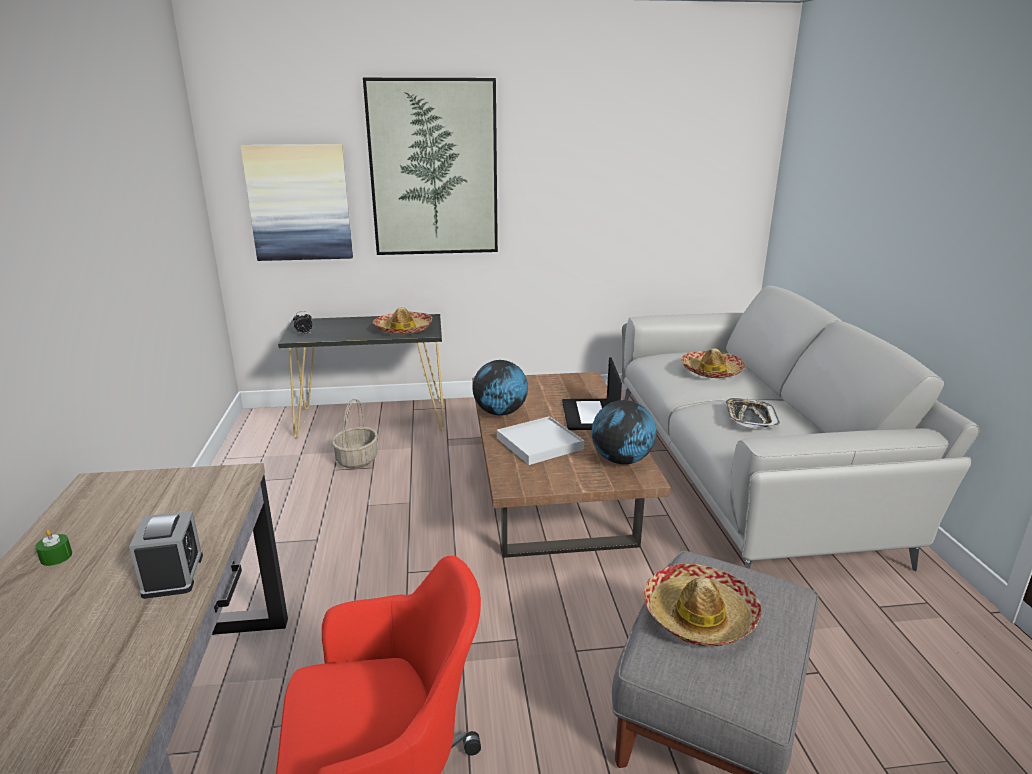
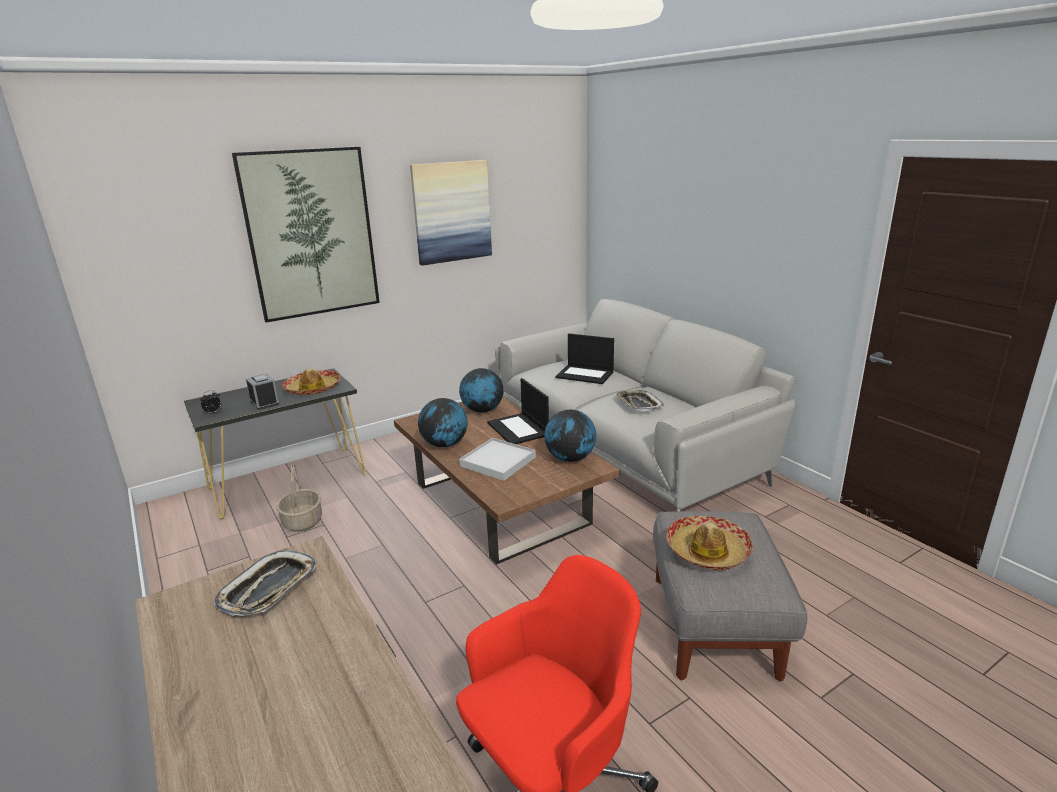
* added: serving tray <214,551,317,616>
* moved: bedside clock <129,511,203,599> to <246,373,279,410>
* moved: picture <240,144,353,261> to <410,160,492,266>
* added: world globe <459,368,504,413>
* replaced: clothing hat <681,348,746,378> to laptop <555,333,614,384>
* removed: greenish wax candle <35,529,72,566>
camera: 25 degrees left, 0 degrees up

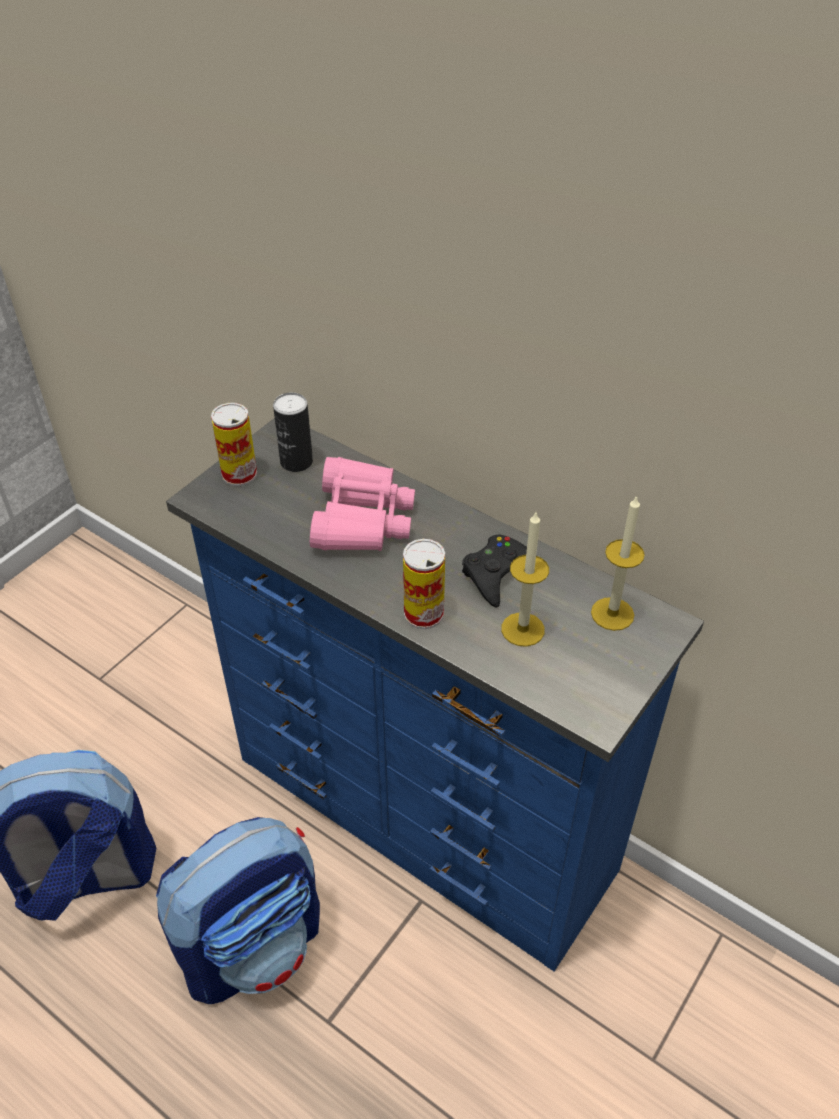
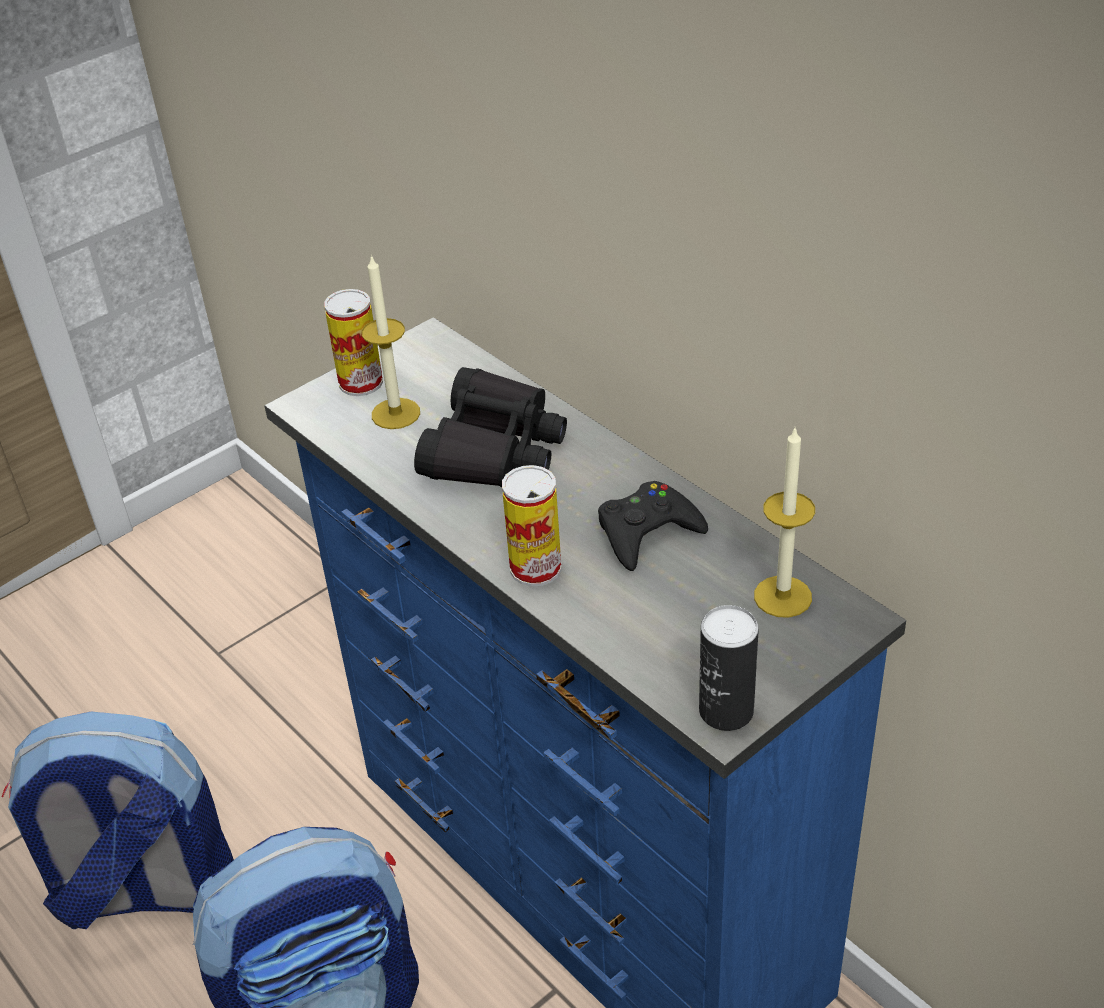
* moved: wax candle <501,512,549,647> to <361,254,420,429>
* recoloured: pink-coloured binoculars <310,457,415,551> to blackish binoculars <414,367,567,487>
* moved: can <273,392,313,472> to <699,605,759,731>
camera: 15 degrees right, 5 degrees down

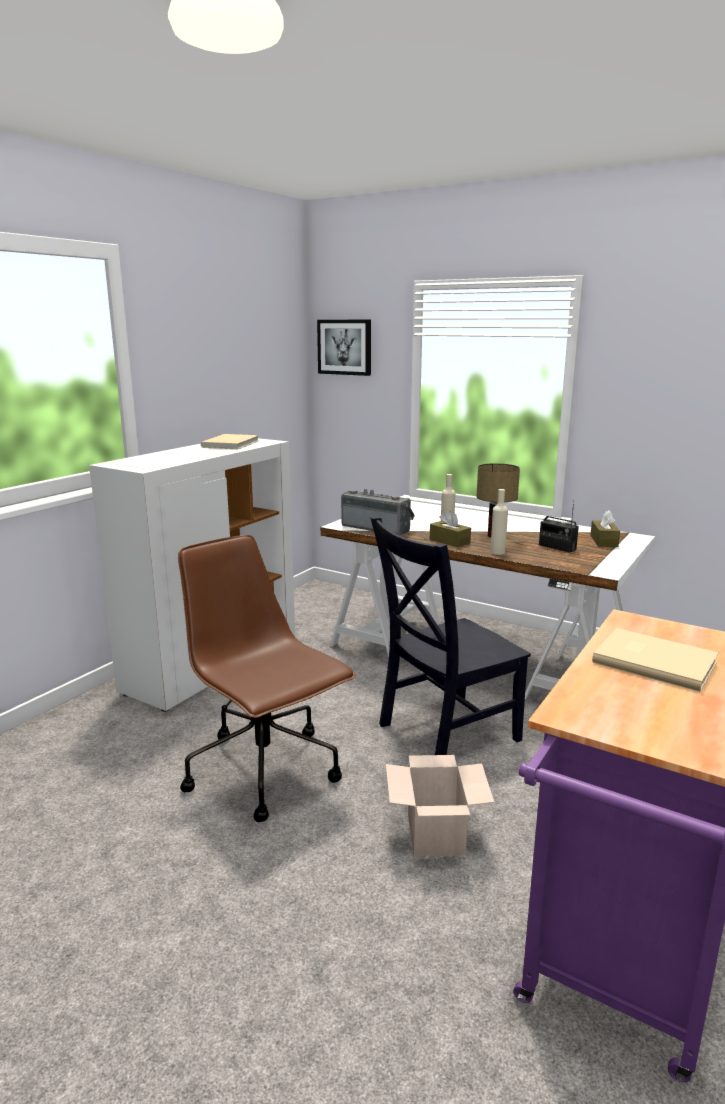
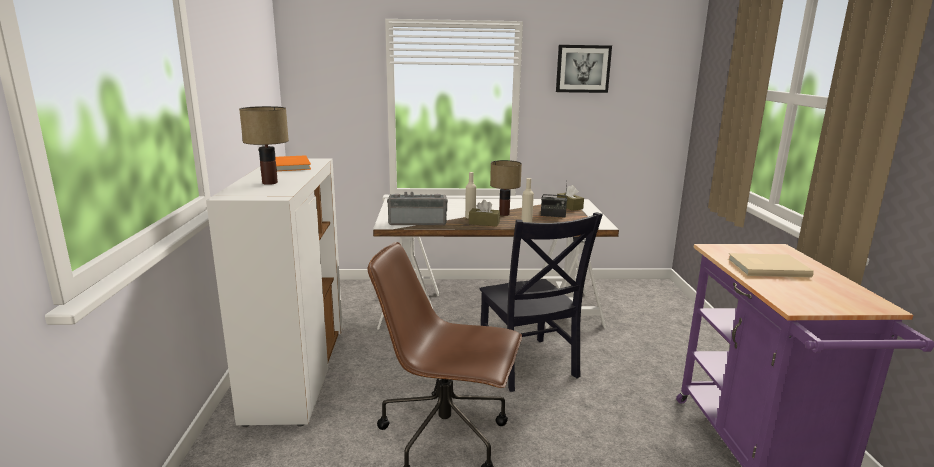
* added: lamp for a table <239,106,289,185>
* recoloured: beige-coloured volume <201,434,259,449> to orange-coloured volume <275,155,311,171>
* turned: blackish upright chair <370,516,531,755> = <479,212,603,392> 45 degrees counterclockwise
* moved: picture <317,320,371,376> to <556,45,612,93>
* removed: packing box <386,755,494,857>
camera: 35 degrees left, 0 degrees up

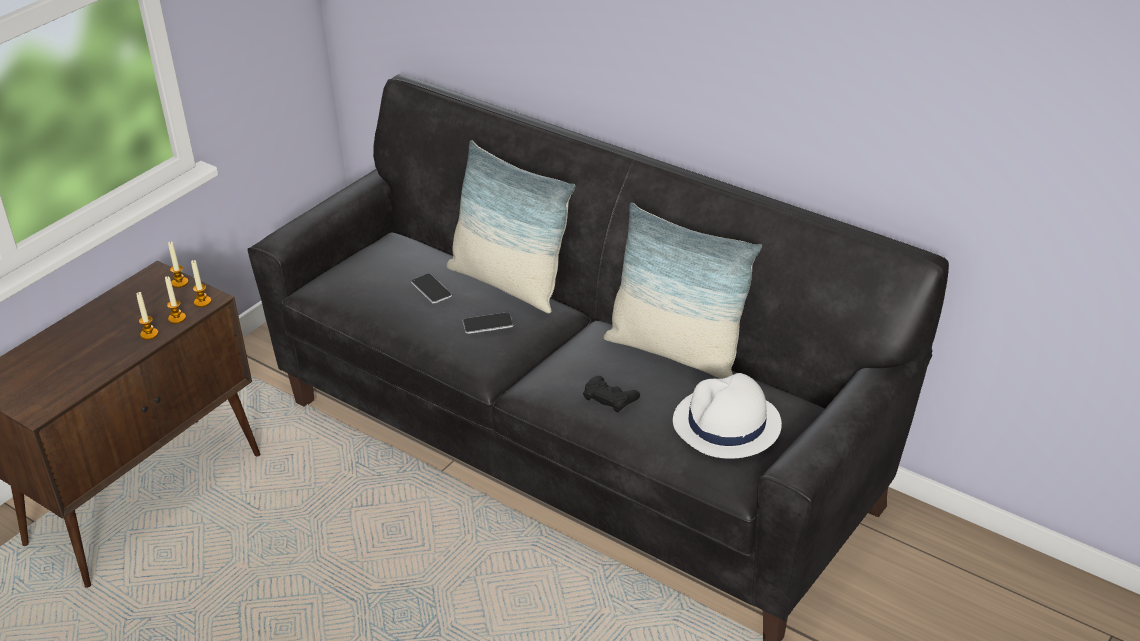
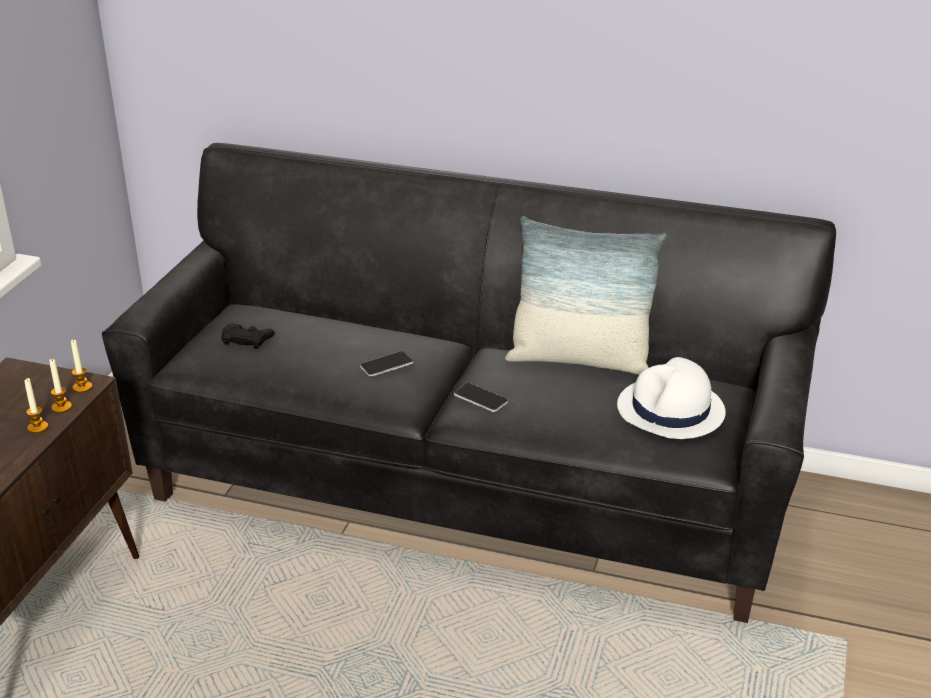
* moved: blackish gamepad <583,376,640,412> to <221,323,274,349>
* moved: telephone <411,273,452,304> to <454,383,508,412>
* removed: wax candle <168,242,188,288>
* removed: throw pillow <447,140,575,313>
camera: 20 degrees left, 5 degrees down

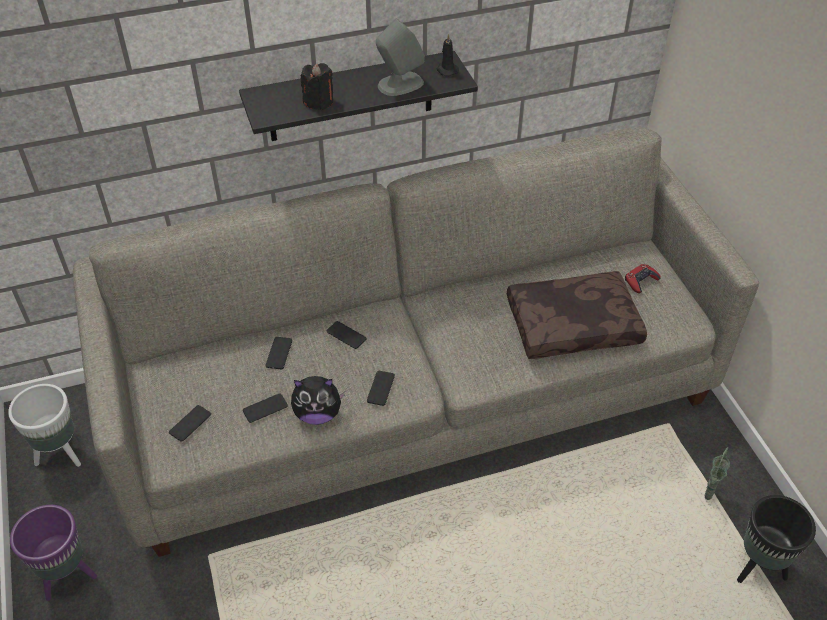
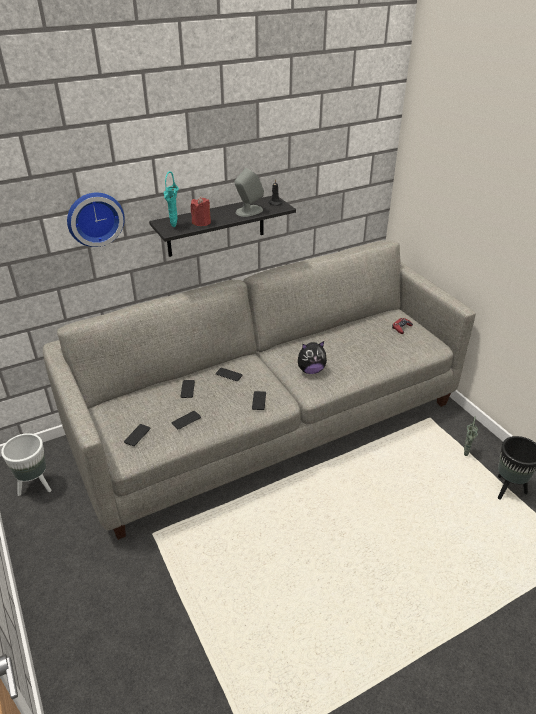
* added: wall clock <67,193,125,247>
* added: turquoise flower vase <164,171,179,227>
* recoloured: blackish wax candle <301,63,333,110> to red-coloured wax candle <191,197,211,226>
* moved: plush toy <291,376,345,425> to <298,341,327,374>
* removed: purplish plant pot <10,505,97,601>
* removed: brownish throw pillow <507,271,647,359>
camera: 10 degrees left, 10 degrees down

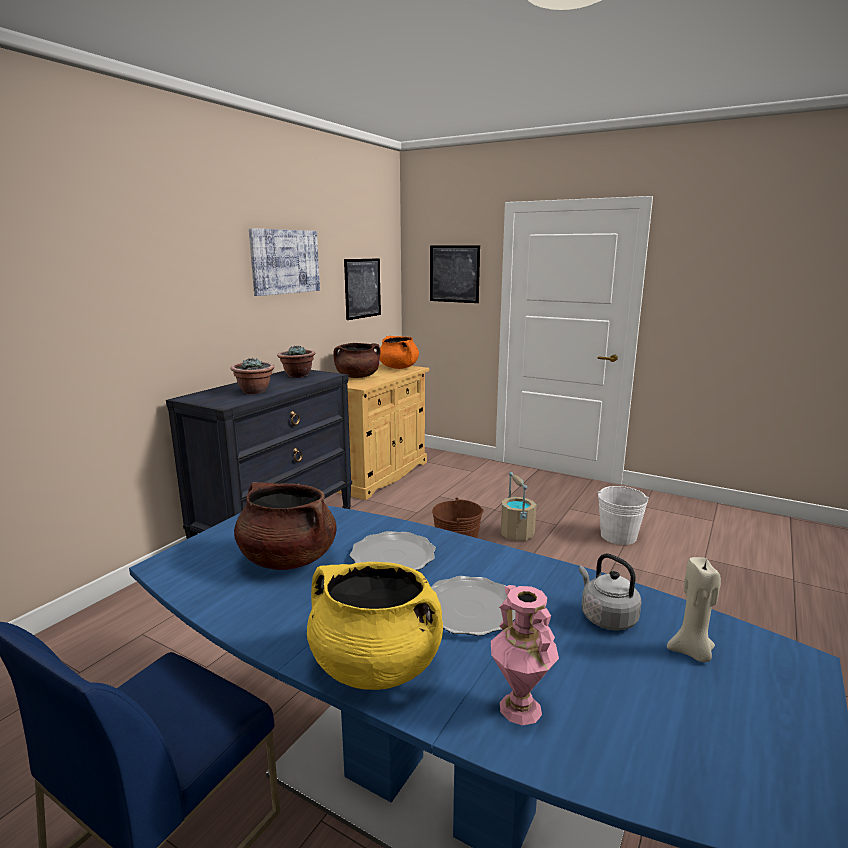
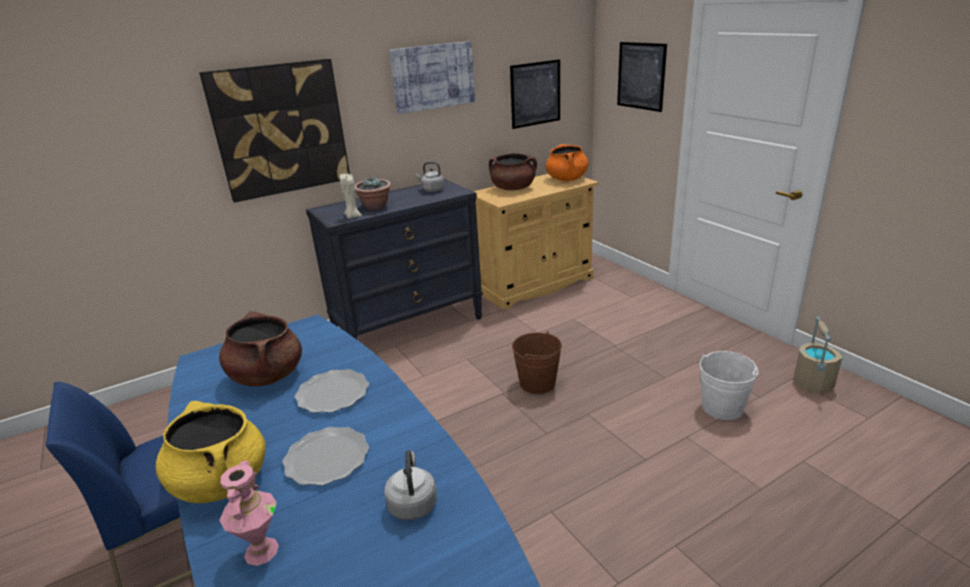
* added: picture <199,59,350,203>
* moved: beige-coloured wax candle <667,557,721,662> to <340,174,362,219>
* replaced: potted plant <277,345,315,378> to gray tea kettle <416,162,445,192>
* moved: beige-coloured water bucket <501,472,537,541> to <793,317,842,393>
camera: 30 degrees right, 10 degrees up

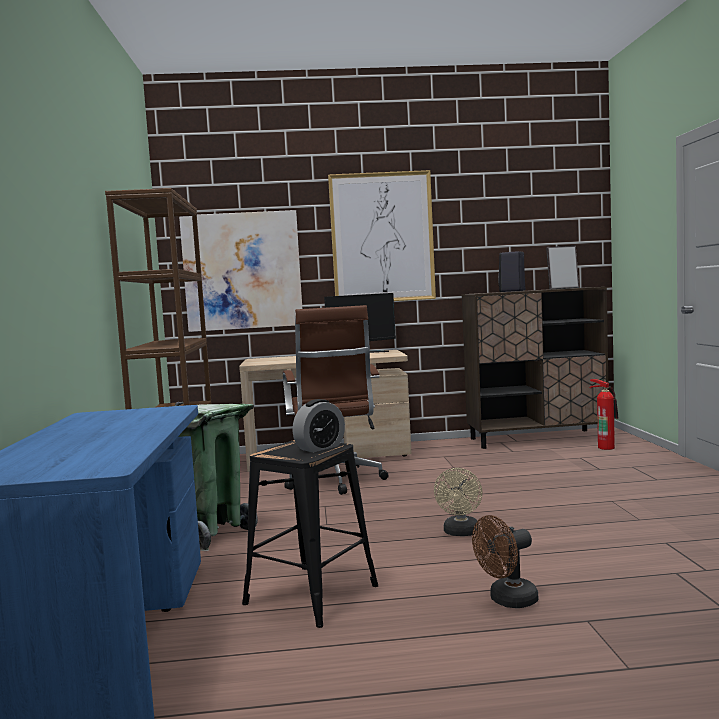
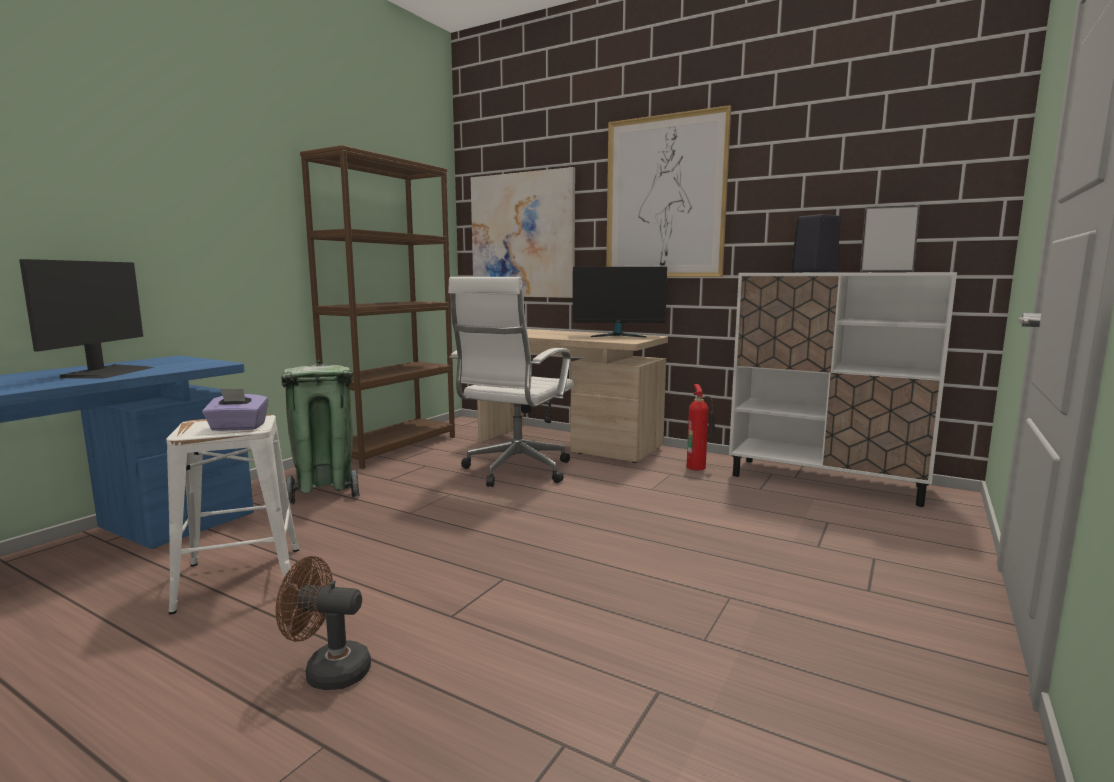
* added: monitor <19,259,155,379>
* recoloured: blackish sitting stool <242,440,378,628> to white sitting stool <166,415,299,615>
* replaced: bedside clock <292,399,345,452> to purplish box of tissues <202,389,269,431>
* recoloured: brownish computer chair <283,305,389,495> to white computer chair <448,277,574,487>
* moved: fire extinguisher <590,379,618,450> to <687,384,715,471>
* recoloured: brownish cupboard <462,287,609,449> to white cupboard <729,272,957,507>
* removed: beige-coloured electric fan <434,468,482,536>
camera: 35 degrees right, 5 degrees up

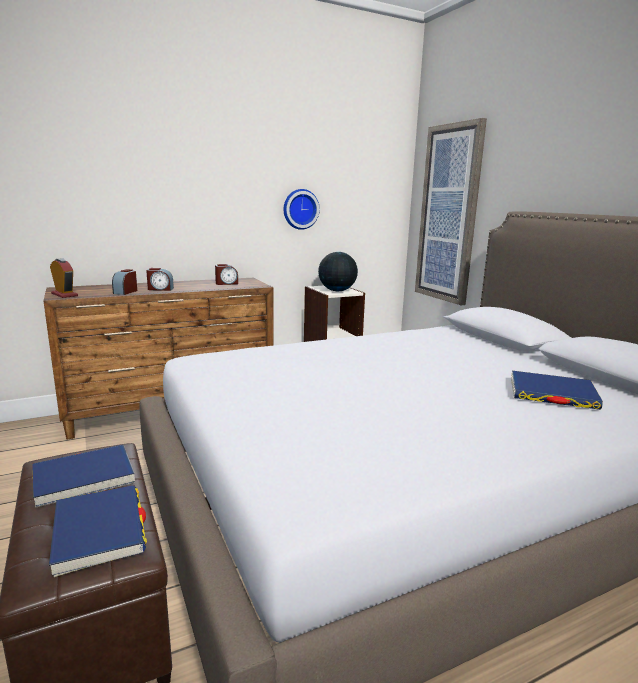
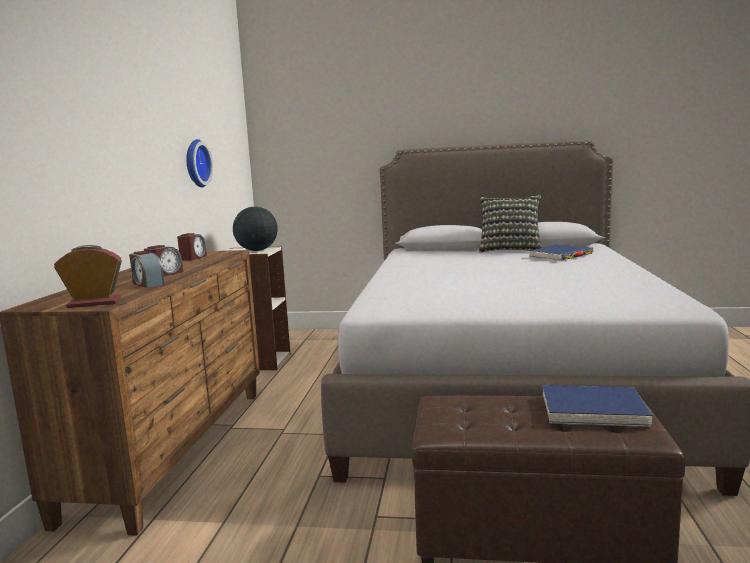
* added: throw pillow <479,195,542,252>
* removed: blue-coloured volume <32,445,135,507>
* removed: picture <415,118,487,305>
camera: 55 degrees left, 5 degrees down

